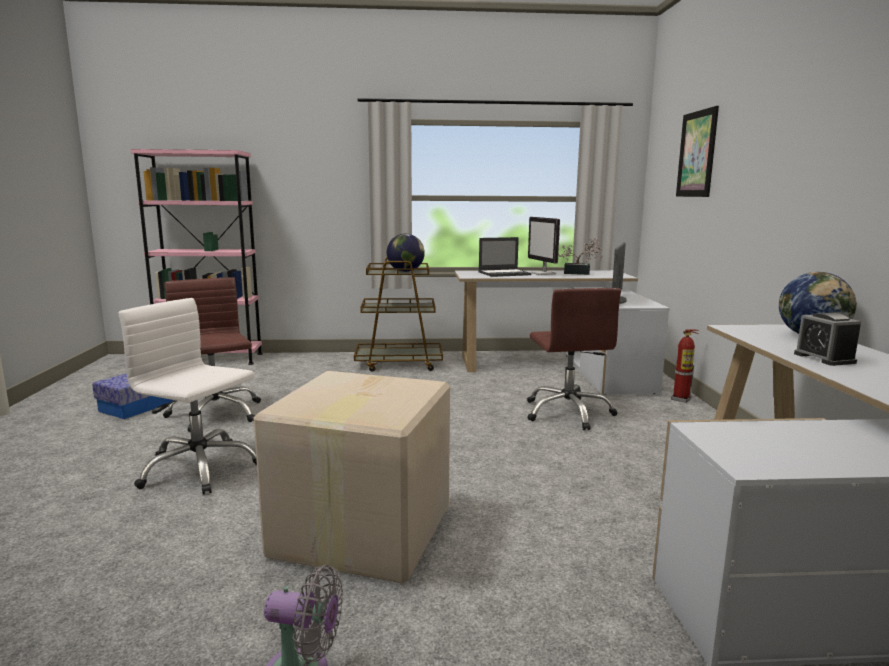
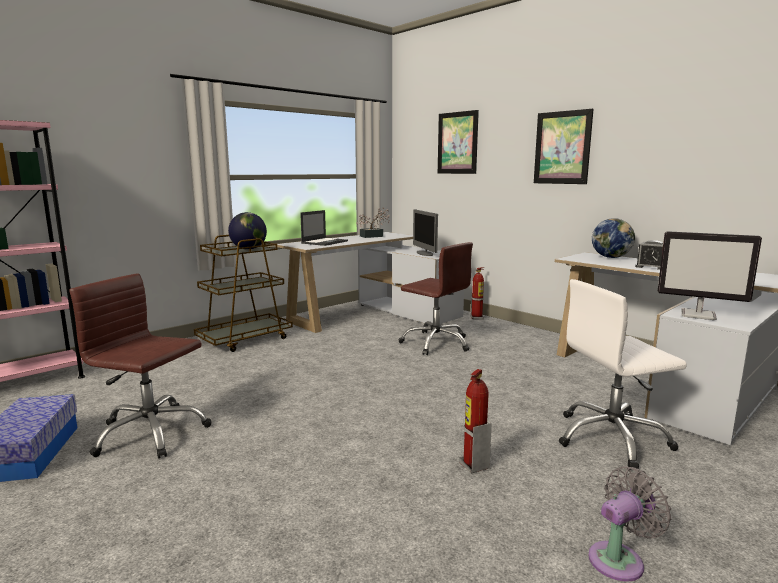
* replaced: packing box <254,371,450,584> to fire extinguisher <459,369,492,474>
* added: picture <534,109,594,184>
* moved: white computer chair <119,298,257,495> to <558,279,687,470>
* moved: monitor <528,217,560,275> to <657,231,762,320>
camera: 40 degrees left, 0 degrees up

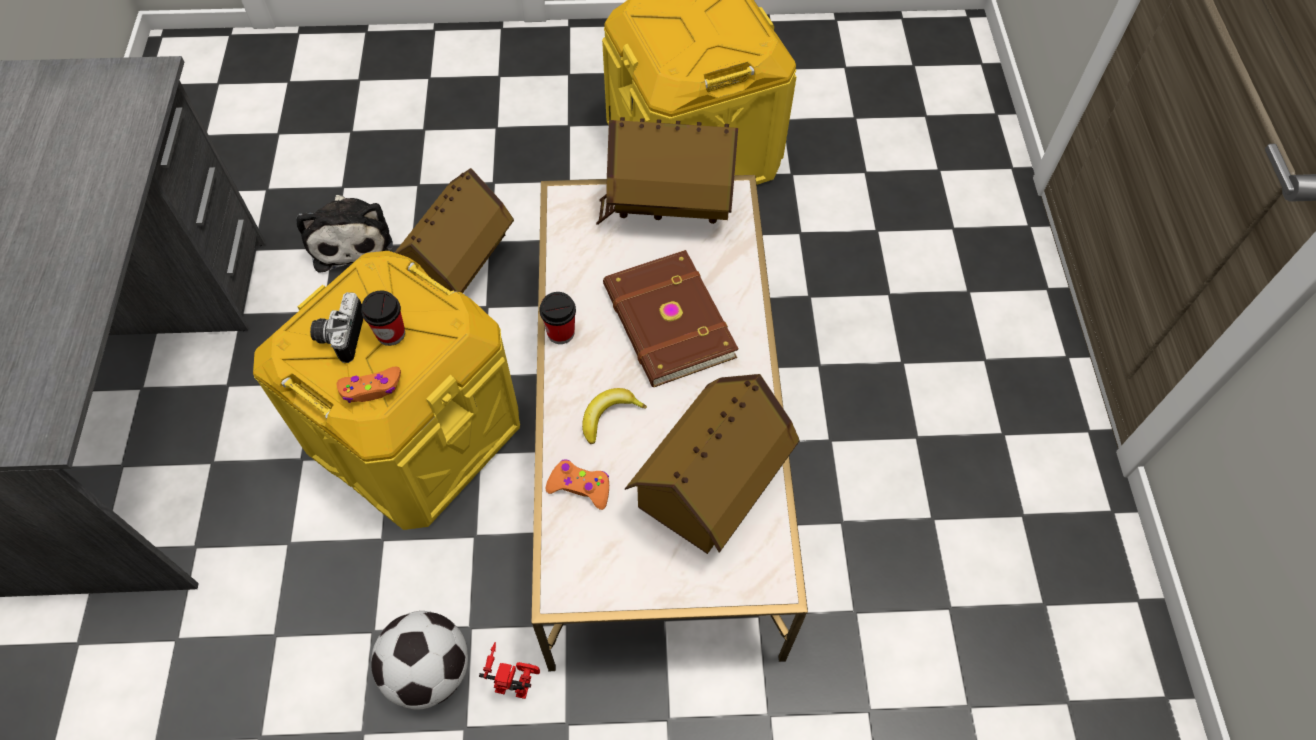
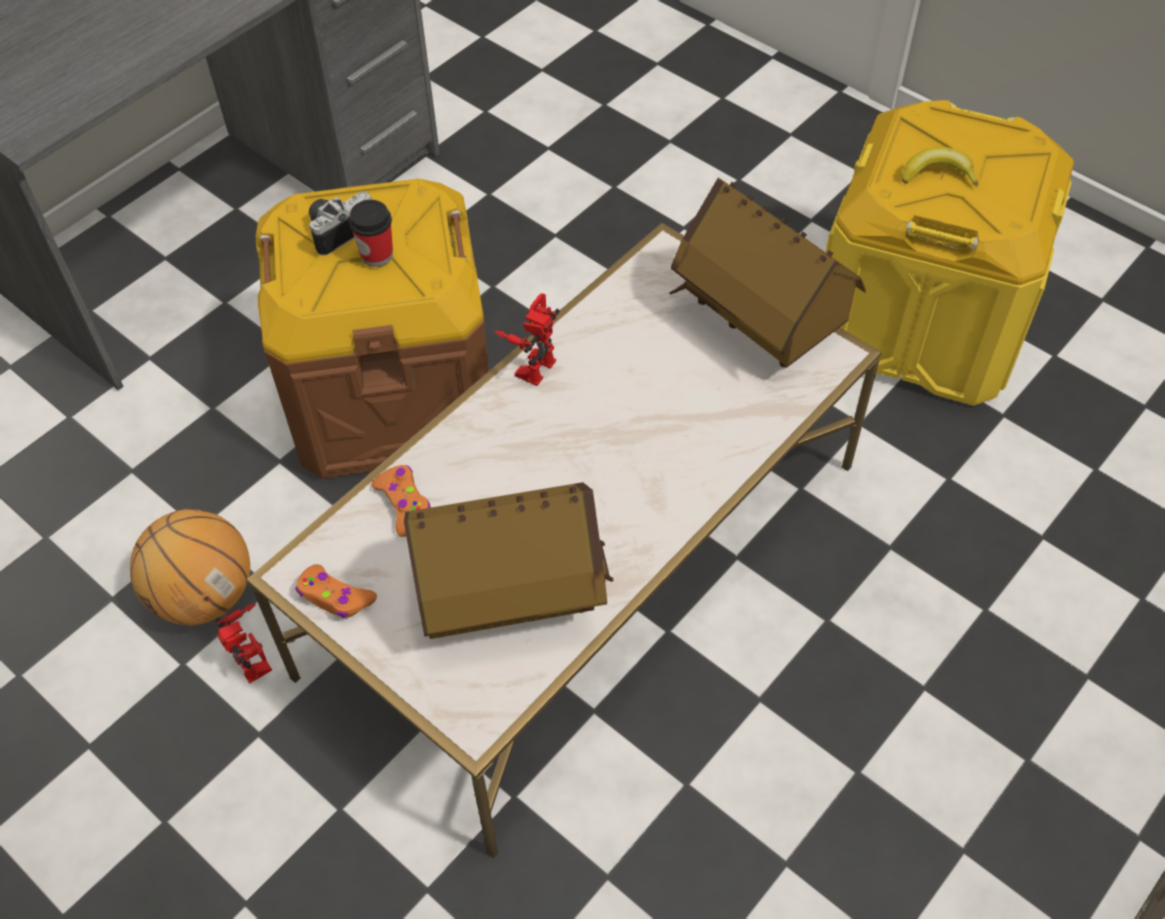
* replaced: football ball <371,611,468,709> to basketball ball <130,509,250,625>
* recoloured: yellow-coloured storage box <253,251,520,530> to brownish storage box <256,179,489,479>
* moved: orange-coloured gamepad <337,367,401,403> to <295,564,377,618>
* replaced: cup <539,292,576,344> to model robot <495,293,560,386>
* moved: whole banana <582,388,647,444> to <902,147,978,186>
* removed: plush toy <296,195,393,272>
* removed: miniature house <395,168,514,293>
* removed: brownish volume <603,250,738,387>
camera: 45 degrees right, 5 degrees down

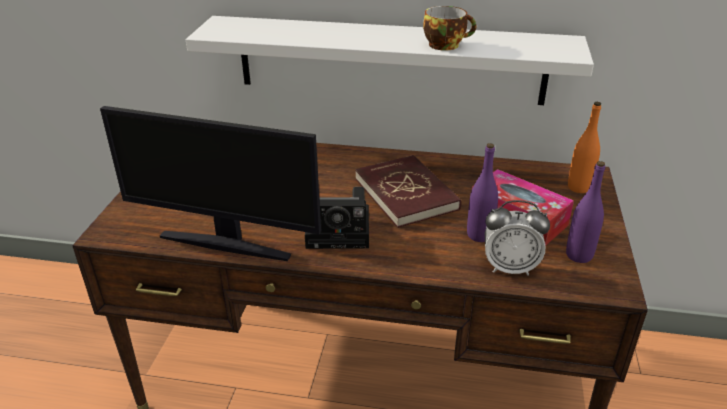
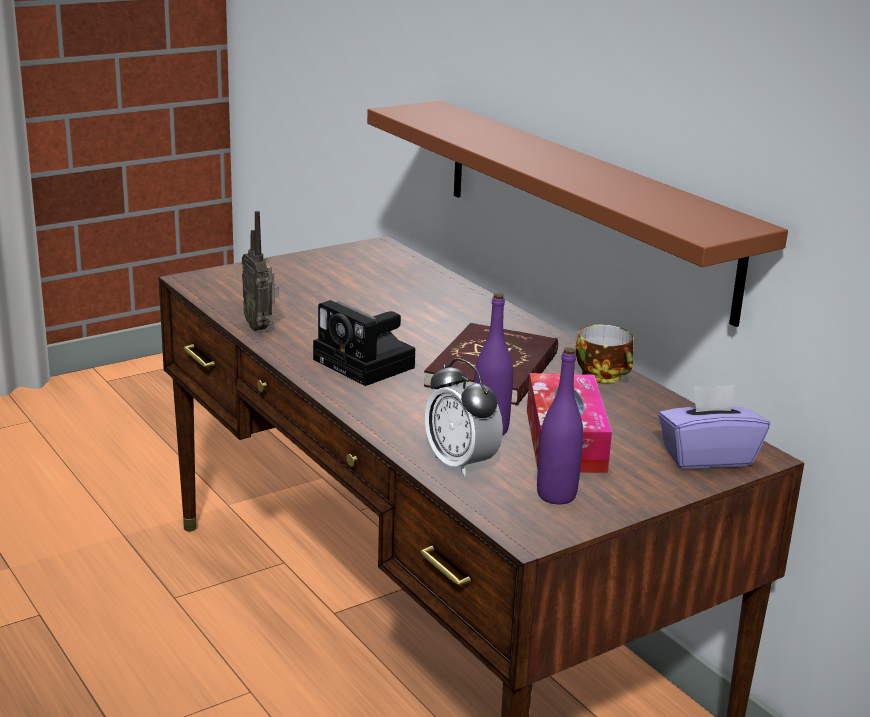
* replaced: monitor <100,106,321,261> to radio set <242,211,279,331>
* recoloured: white shelf <186,16,594,105> to brownish shelf <367,100,788,327>
* moved: cup <423,6,477,51> to <576,325,633,384>
* replaced: orange-coloured drink bottle <568,102,601,193> to purplish box of tissues <658,385,770,469>
camera: 45 degrees right, 10 degrees down

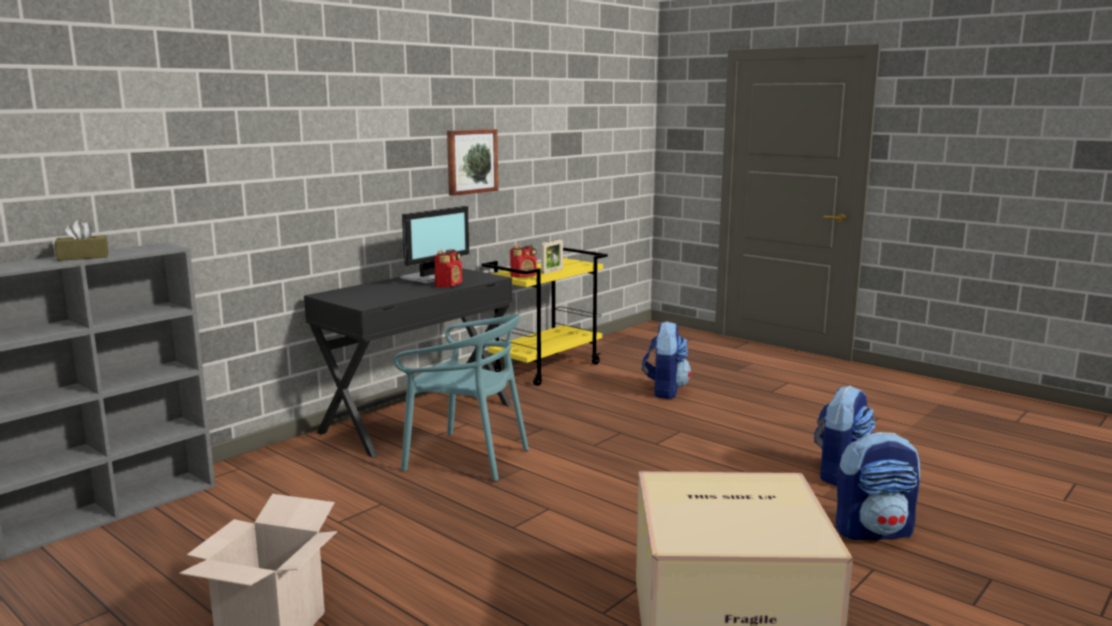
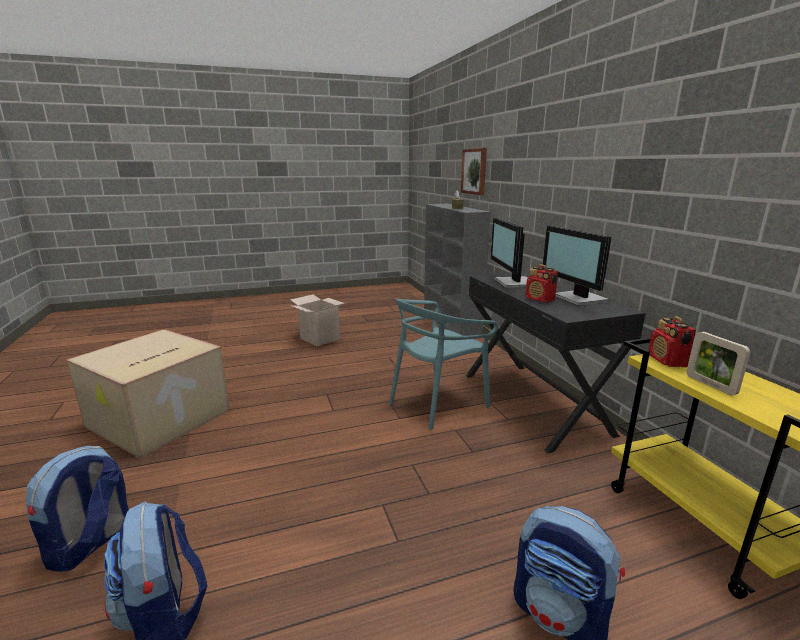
* moved: picture <447,129,498,196> to <461,148,487,195>
* added: monitor <491,218,528,288>
camera: 120 degrees right, 5 degrees up

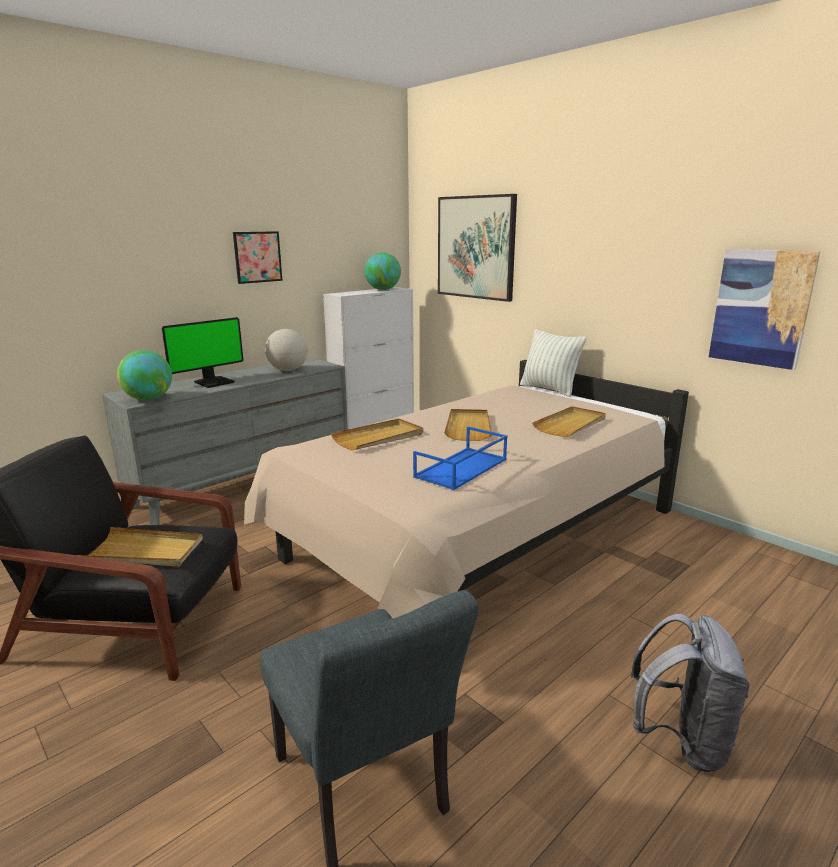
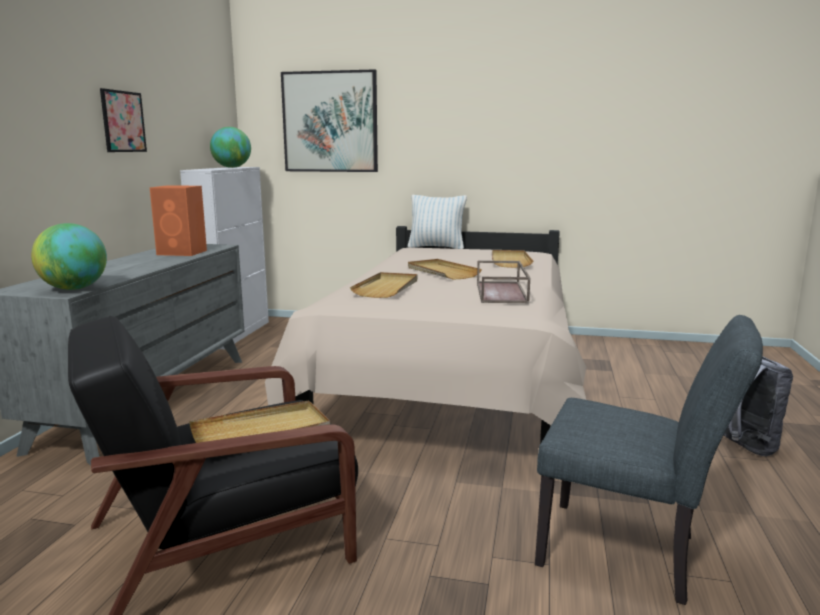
* replaced: world globe <265,329,308,371> to orange-coloured loudspeaker <150,185,207,256>
* recoloured: blue-coloured serving tray <413,426,507,490> to brownish serving tray <477,260,530,304>
* removed: monitor <162,317,243,388>
* removed: picture <709,249,820,370>
camera: 35 degrees left, 5 degrees down

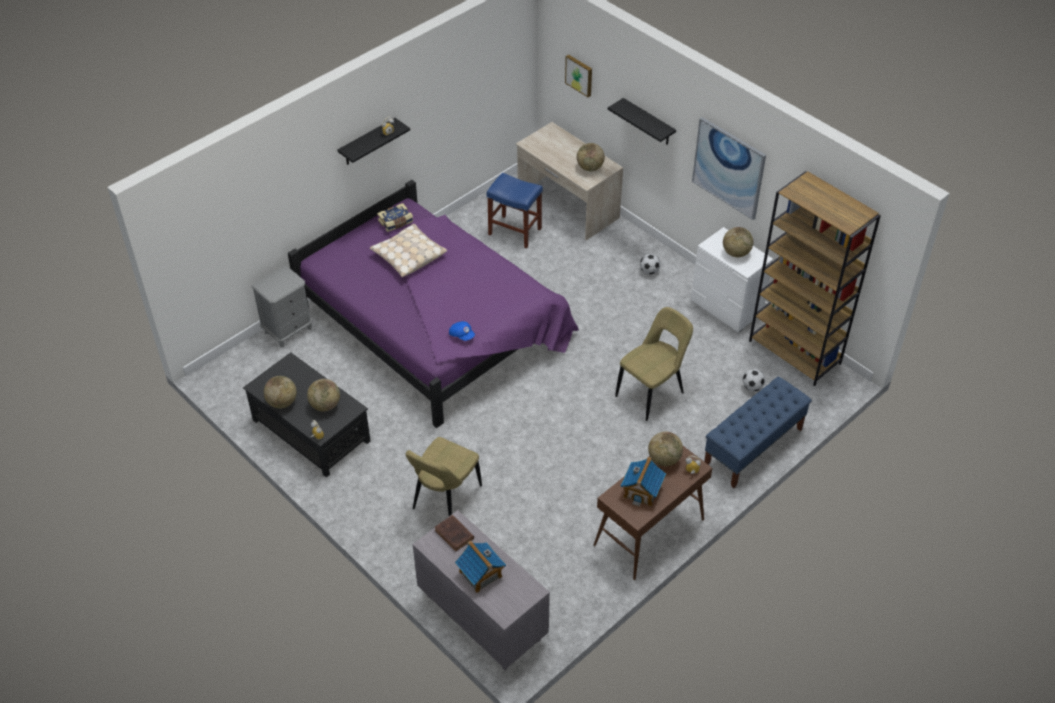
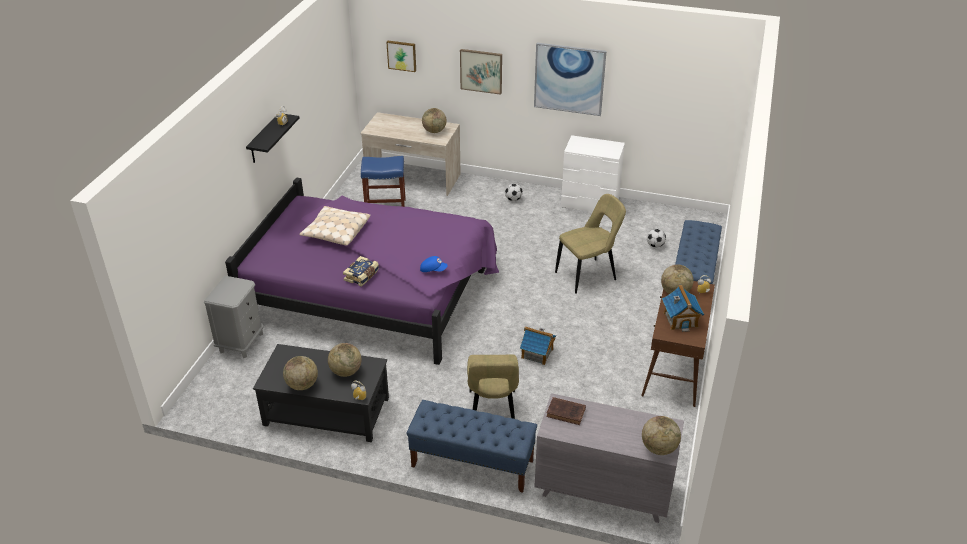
* moved: volume <377,203,413,232> to <343,256,379,287>
* added: blue-coloured bench <407,400,537,493>
* replaced: blackish shelf <608,98,676,145> to picture <460,49,502,95>
* moved: miniature house <455,541,506,593> to <520,326,556,365>
* turned: beige-coloured upright chair <615,307,693,421> = <555,194,626,294> 45 degrees clockwise
* moved: world globe <723,227,753,257> to <642,416,681,455>
* removed: brownish bookshelf <749,171,881,386>
camera: 30 degrees left, 10 degrees down

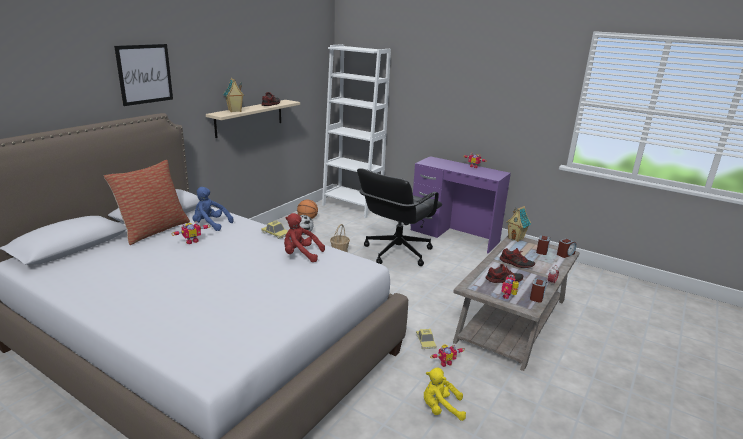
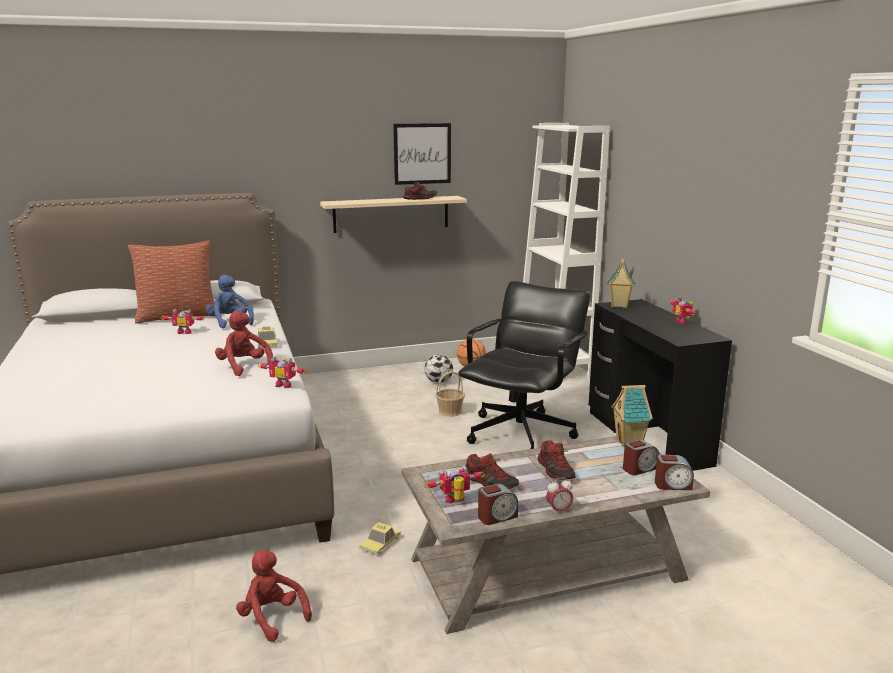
* recoloured: yellow-coloured plush toy <424,368,466,421> to red-coloured plush toy <236,550,312,642>
* moved: model robot <430,344,465,367> to <258,356,307,388>
* moved: picture <114,44,173,106> to <393,123,451,185>
* turned: blackish computer chair <357,169,442,266> = <458,281,590,449> 135 degrees clockwise
* recoloured: purplish desk table <410,156,511,253> to blackish desk table <589,299,732,471>
* moved: miniature house <223,78,244,112> to <607,259,635,308>
camera: 40 degrees right, 5 degrees down

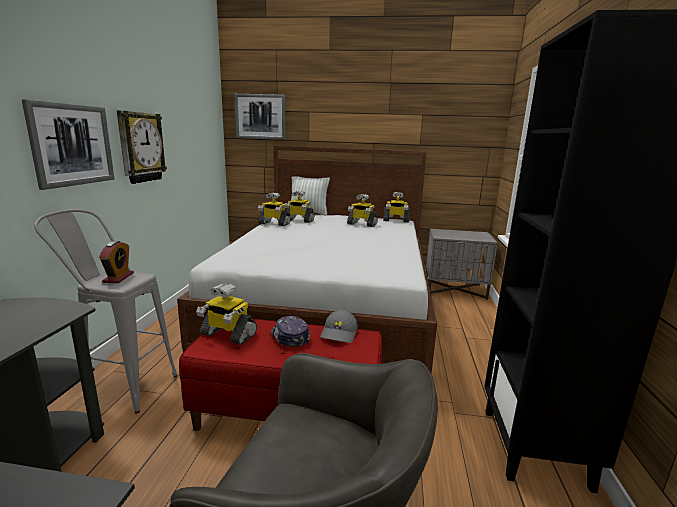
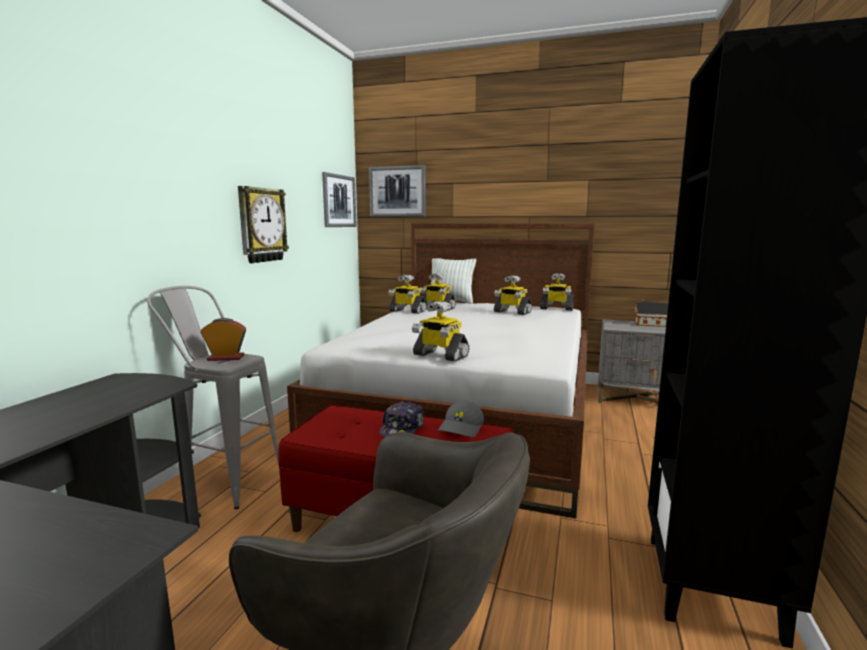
* turned: bedside clock <99,241,134,283> = <201,318,246,361> 105 degrees counterclockwise
* moved: picture <22,99,115,190> to <322,172,357,227>
* turned: peaked cap <270,316,310,347> = <380,401,424,437> 135 degrees counterclockwise
* moved: model robot <196,283,257,345> to <412,301,469,362>
* added: miniature house <634,299,668,327>
camera: 10 degrees right, 5 degrees down

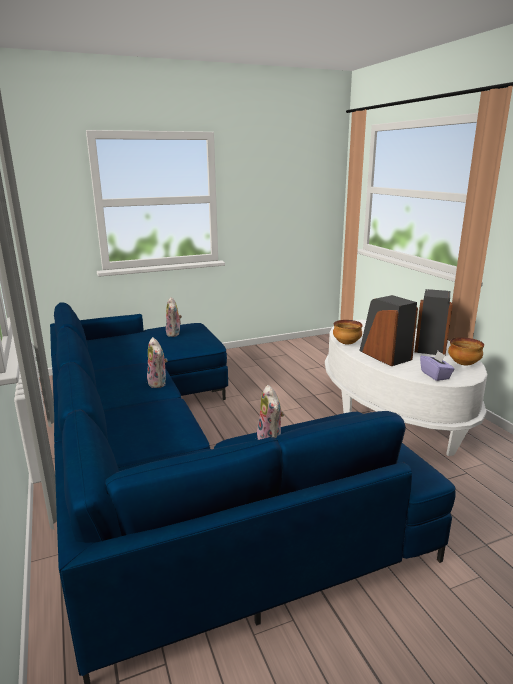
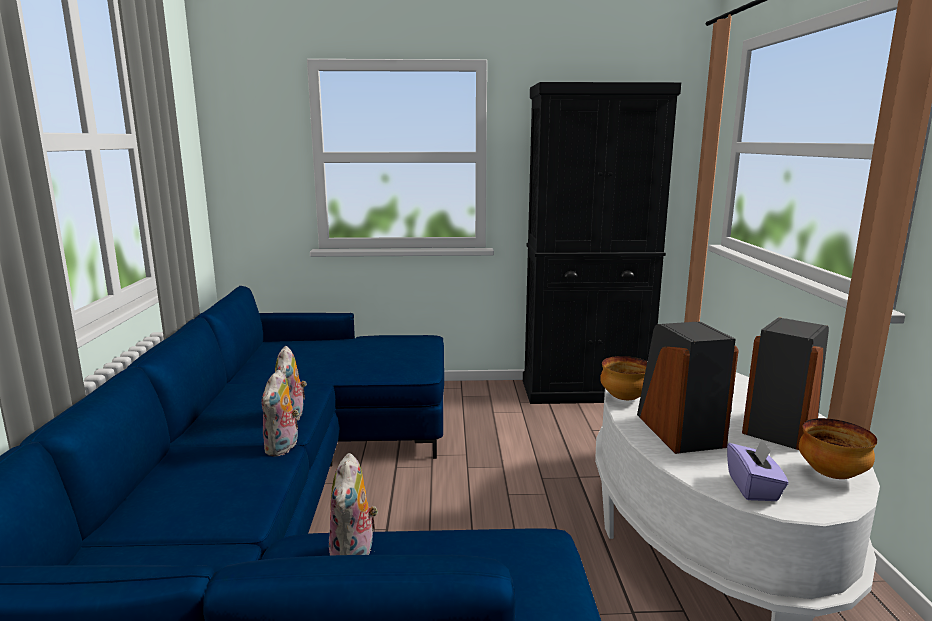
* moved: plush toy <166,297,182,337> to <261,369,299,456>
* added: blackish cupboard <523,82,681,404>
camera: 20 degrees right, 5 degrees down

